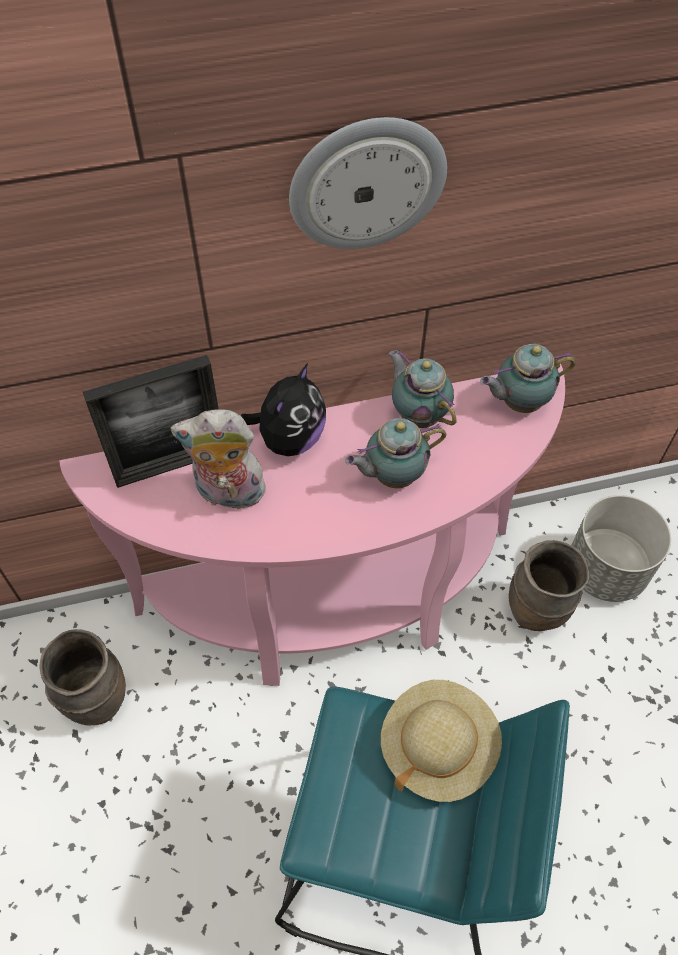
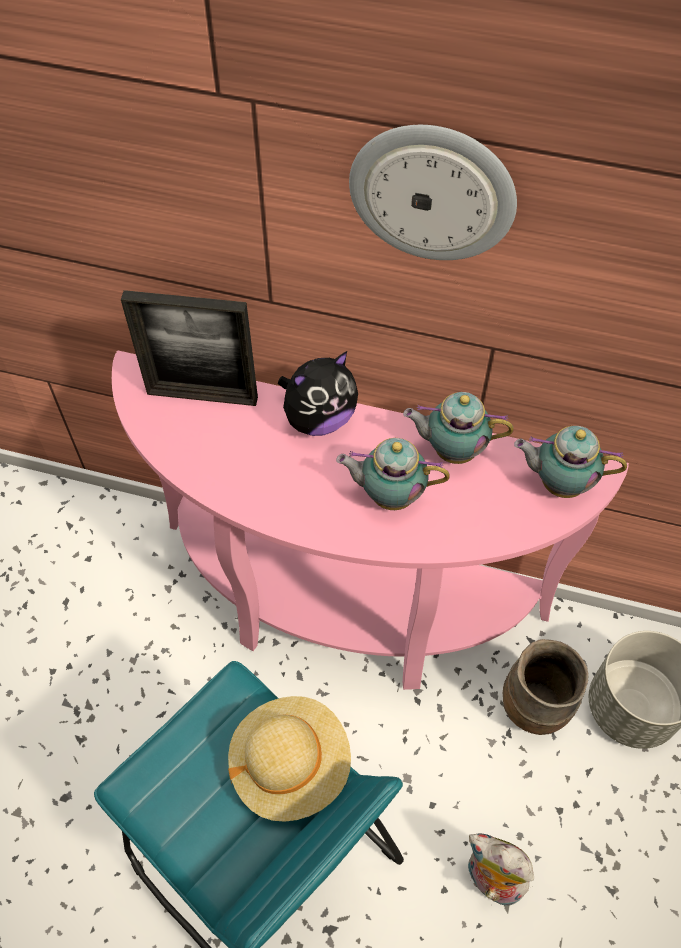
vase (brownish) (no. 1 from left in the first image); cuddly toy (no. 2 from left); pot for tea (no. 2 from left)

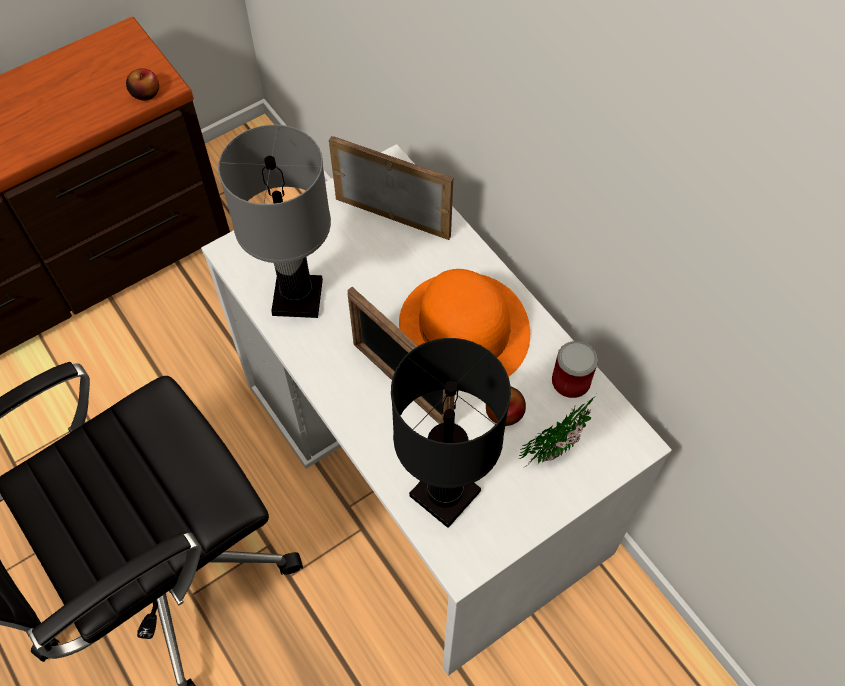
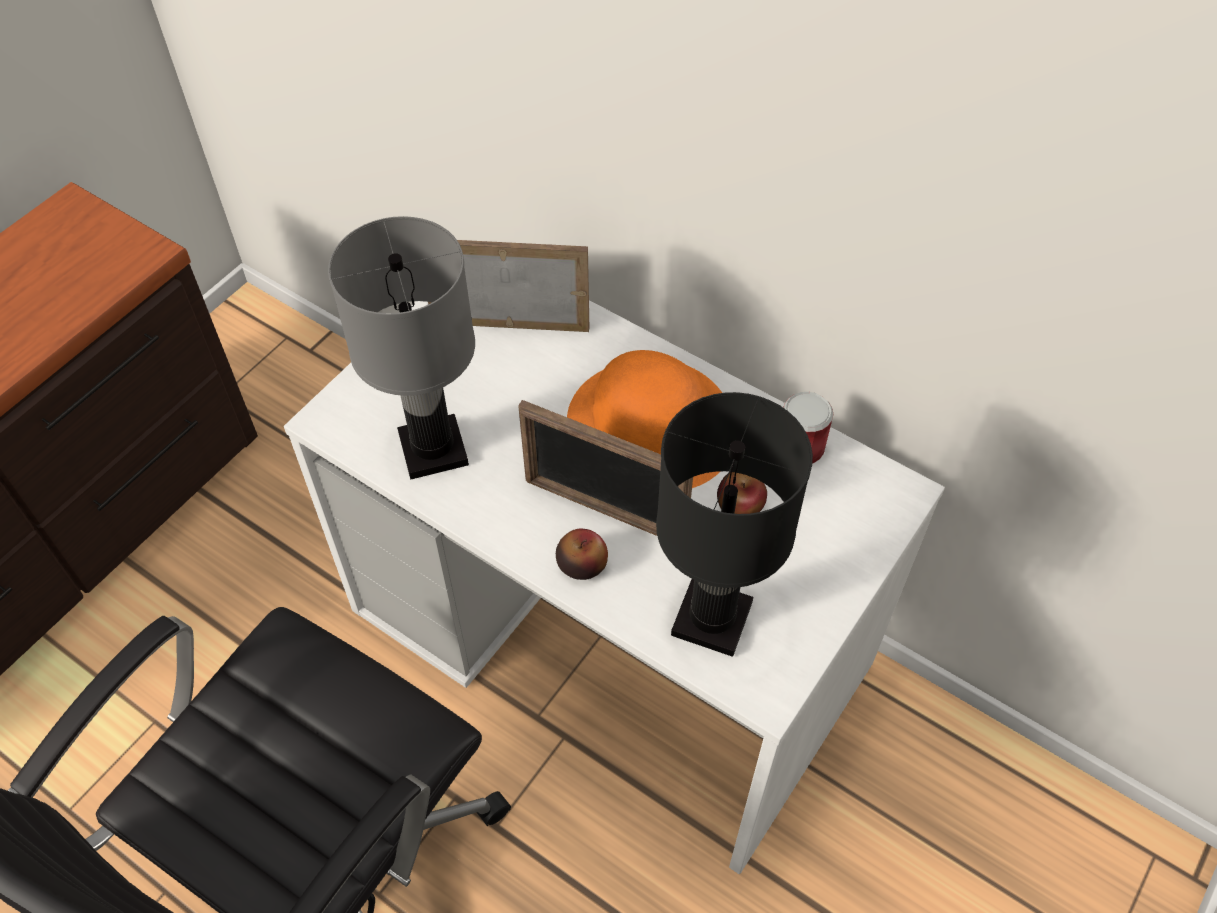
houseplant; whole apple (no. 1 from left)

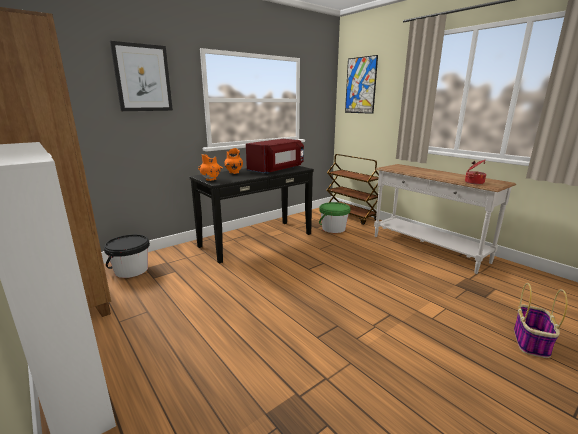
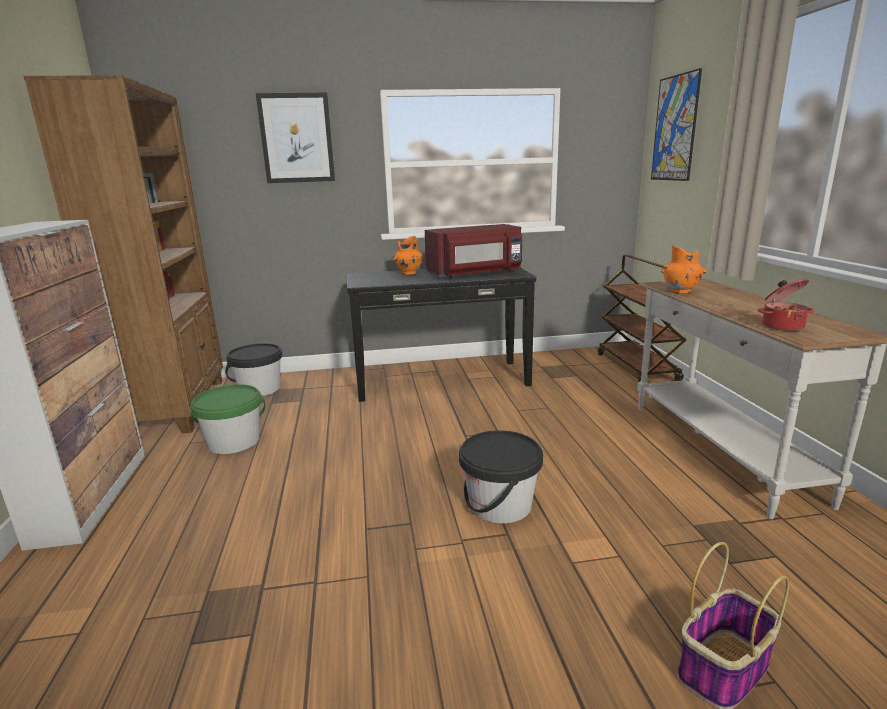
pail (black) (no. 2 from left); vase (orangey) (no. 2 from left); pail (green)

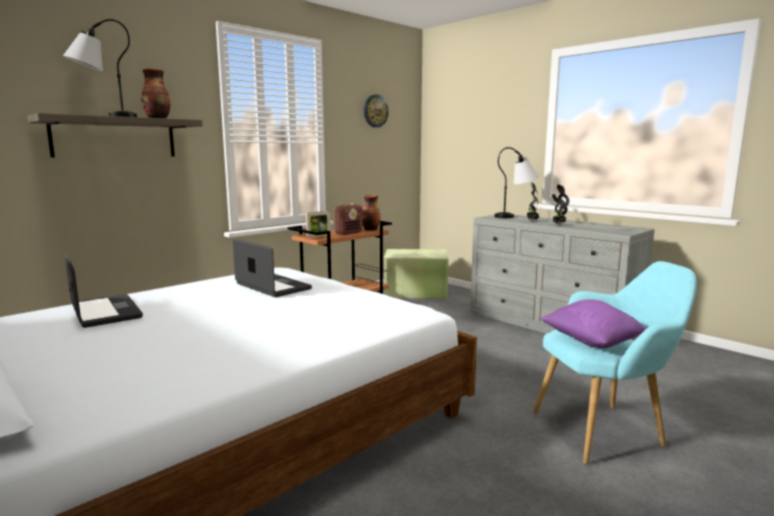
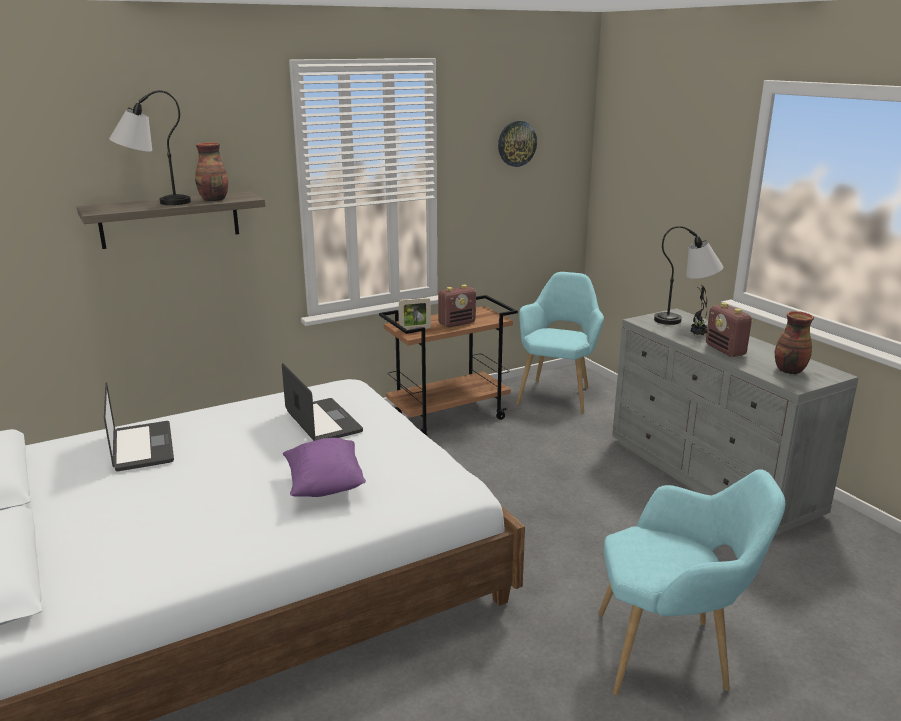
vase (no. 2 from left); throw pillow (purple-coloured); lounge chair (turquoise) (no. 1 from left); radio set (no. 2 from left)

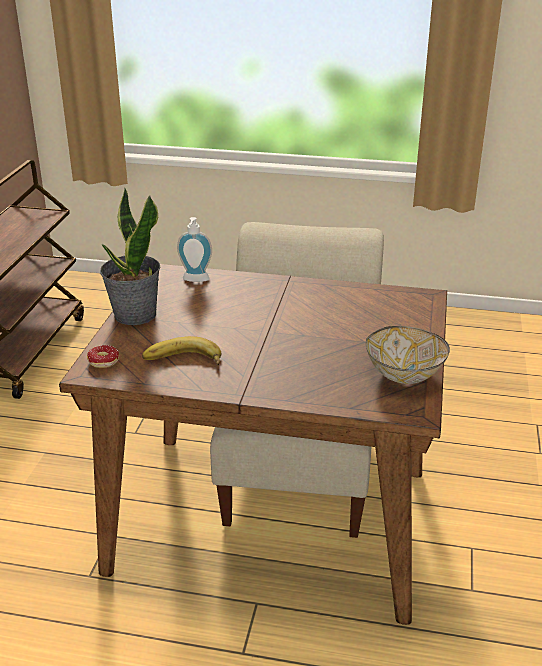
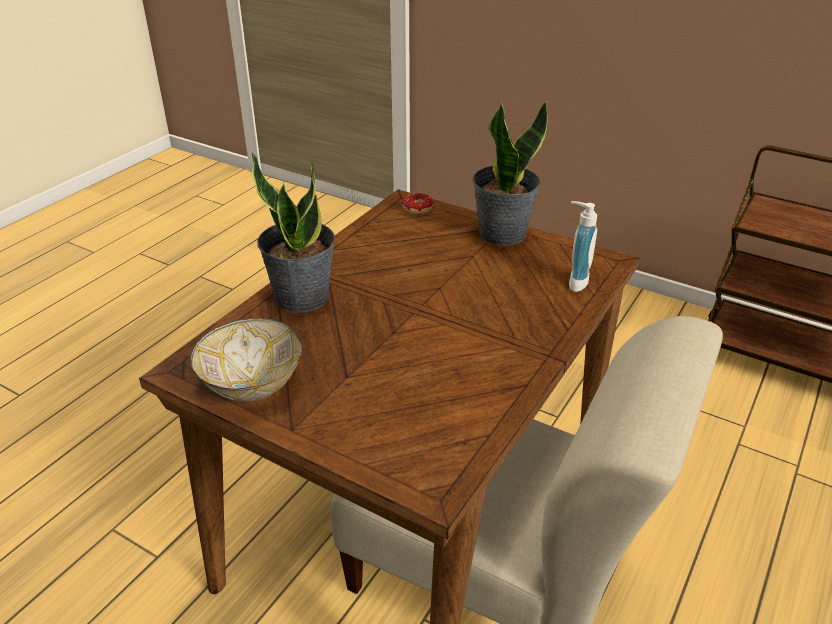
banana fruit; houseplant (no. 1 from left)

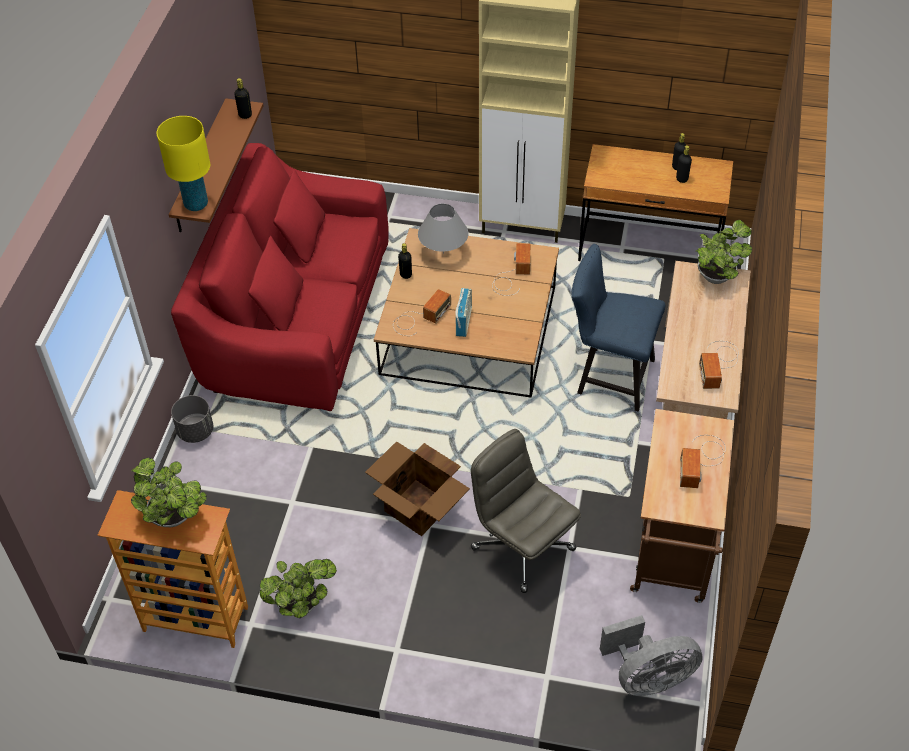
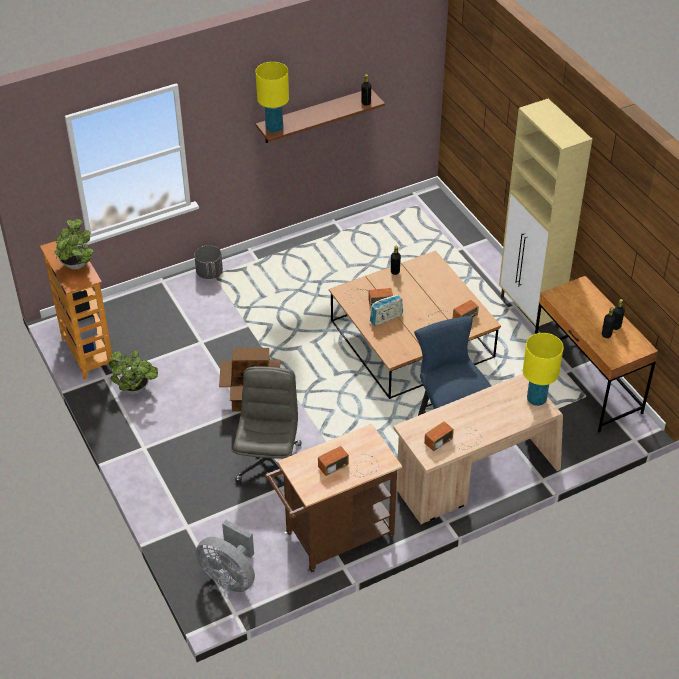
settee (red-coloured); tabletop lamp (grey); tabletop lamp (yellow) (no. 2 from left)

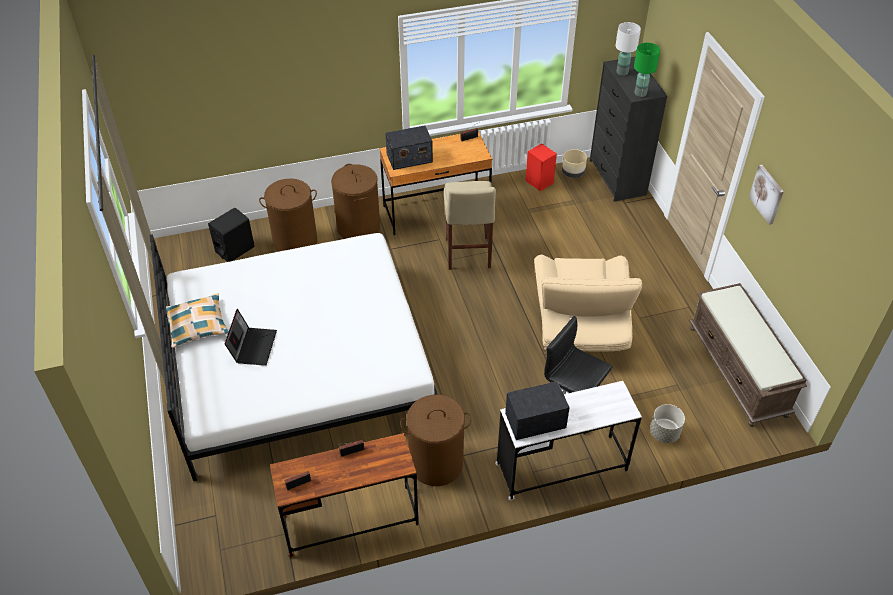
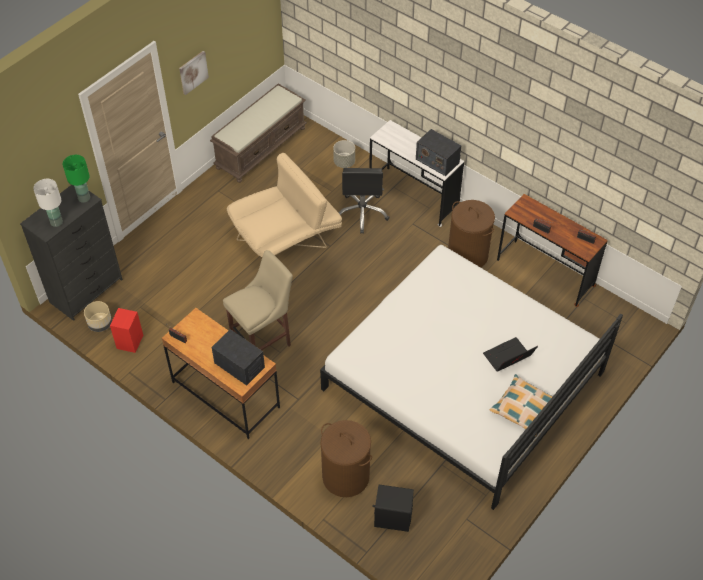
hamper (brownish) (no. 2 from left in the first image)

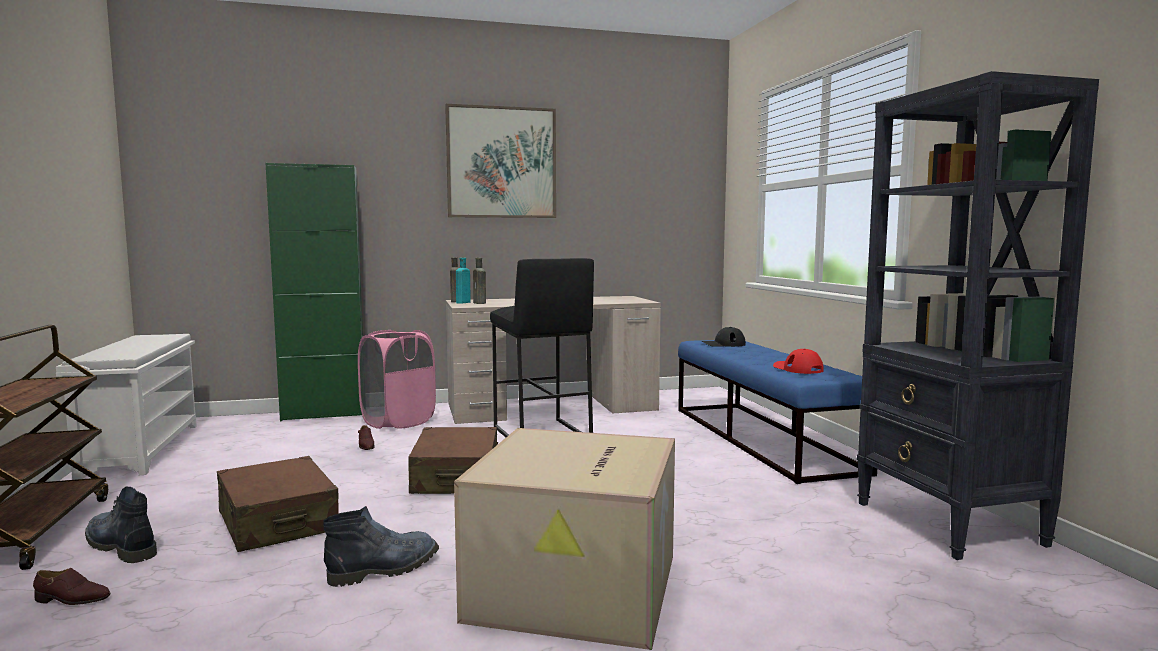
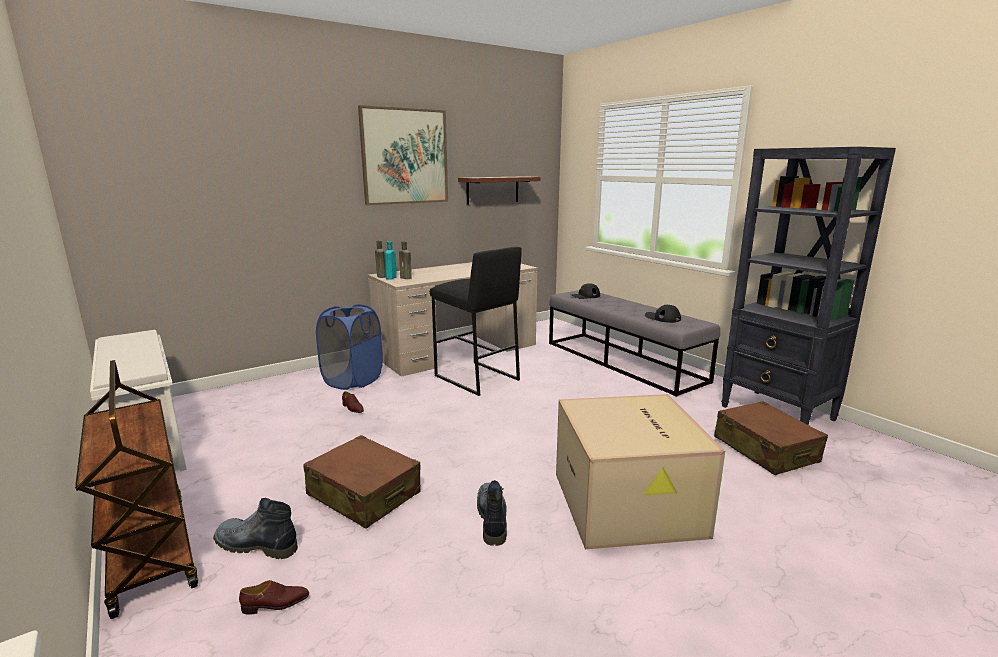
cupboard (green); bracket shelf (brownish); piece of luggage (brownish) (no. 2 from left); hamper (blue); bench (grey); cap (black) (no. 2 from left); boot (no. 2 from left)

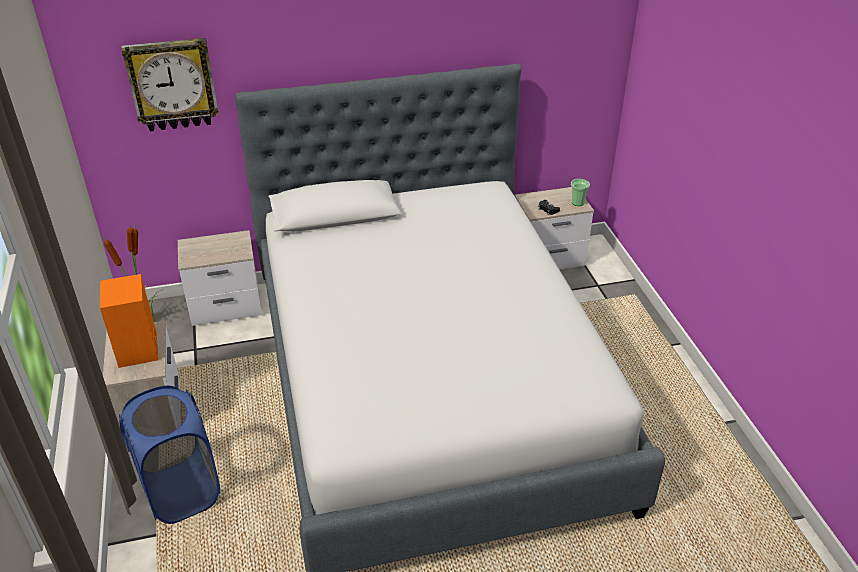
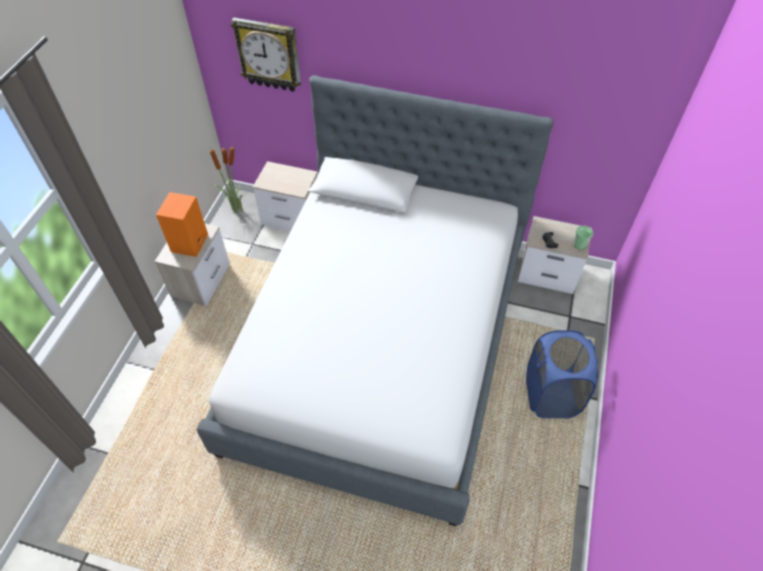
hamper (blue)

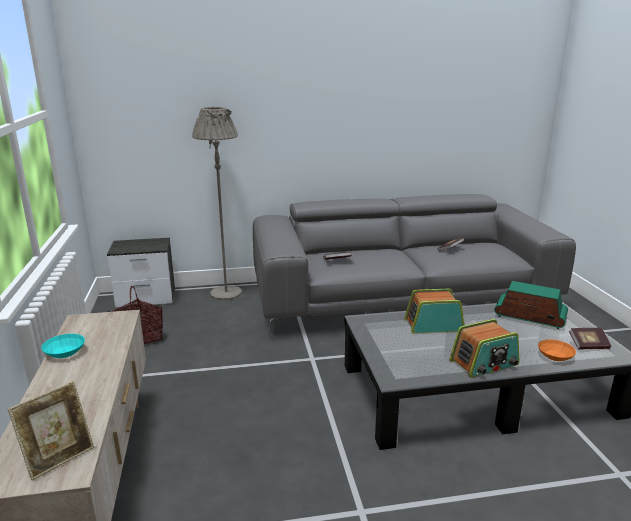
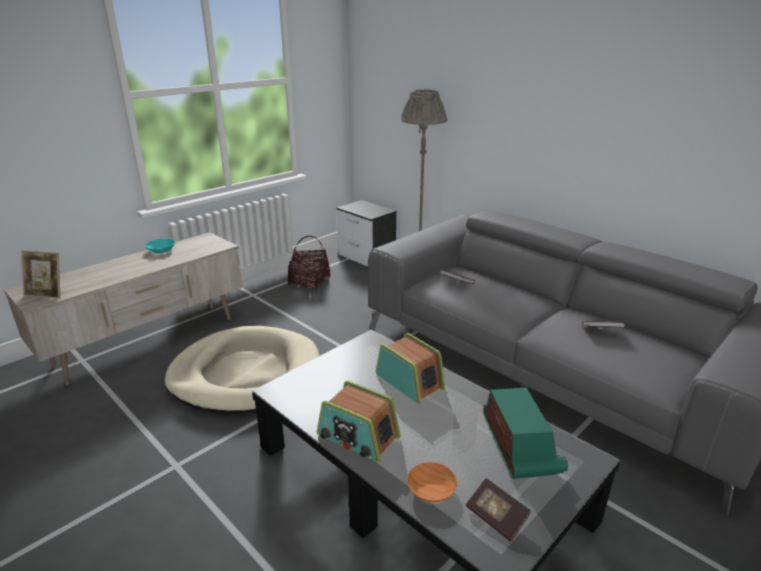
dog bed (beige-coloured)

